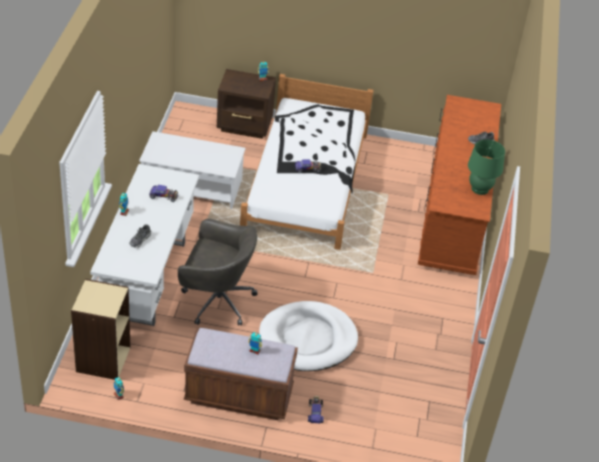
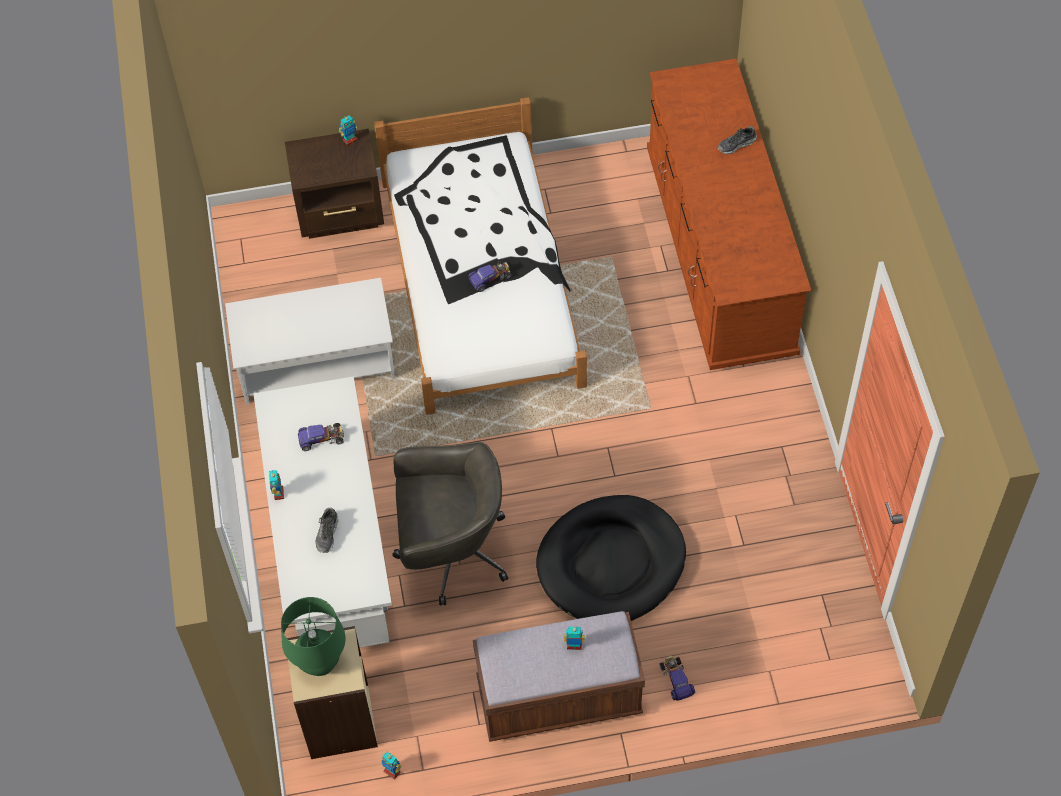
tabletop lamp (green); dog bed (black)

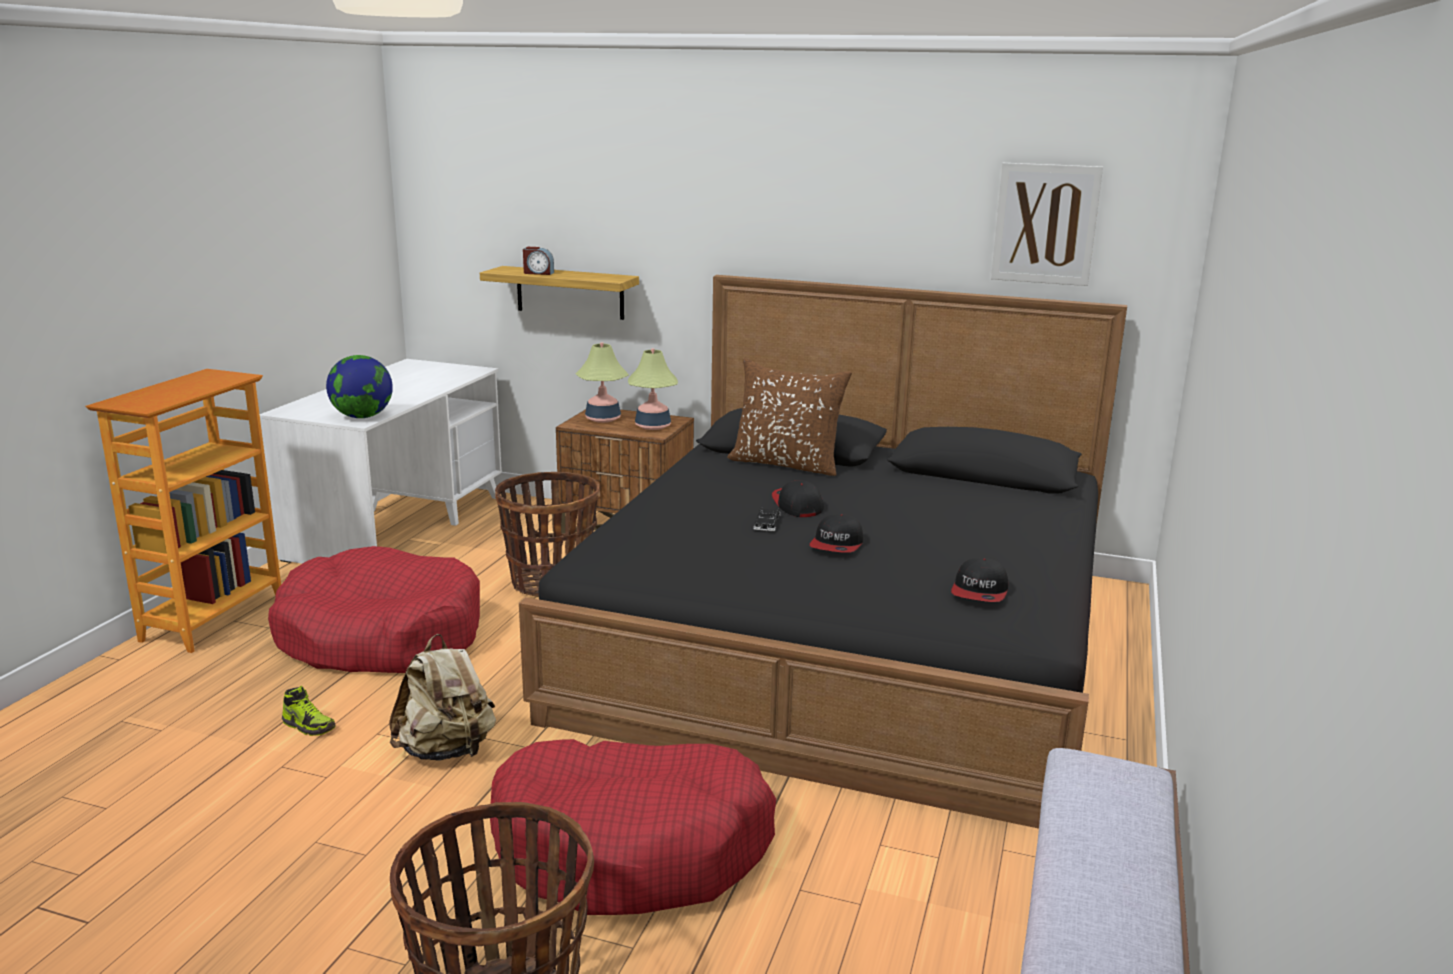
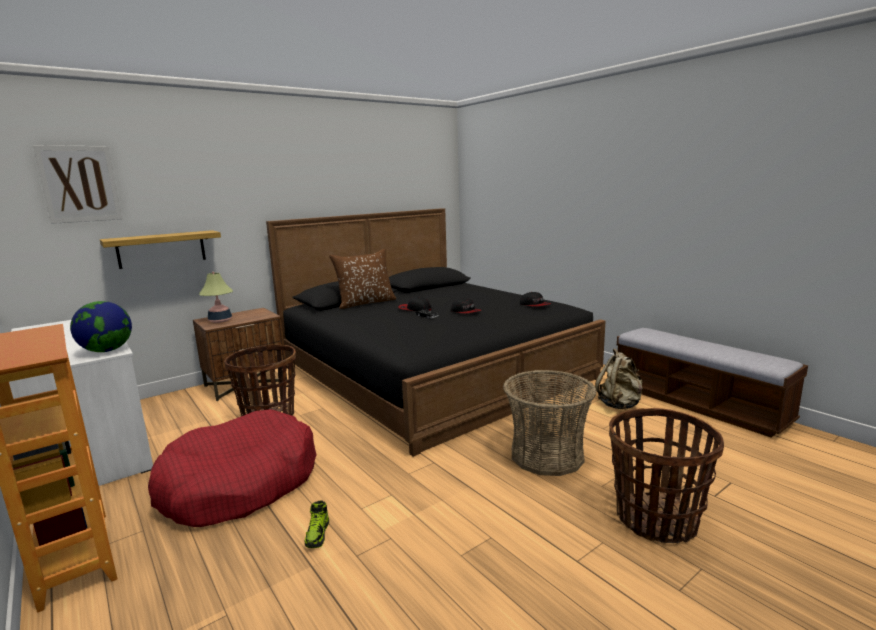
bedside clock; tabletop lamp (no. 2 from left in the first image); backpack (beige-coloured); picture; storage basket (no. 2 from left); shoe

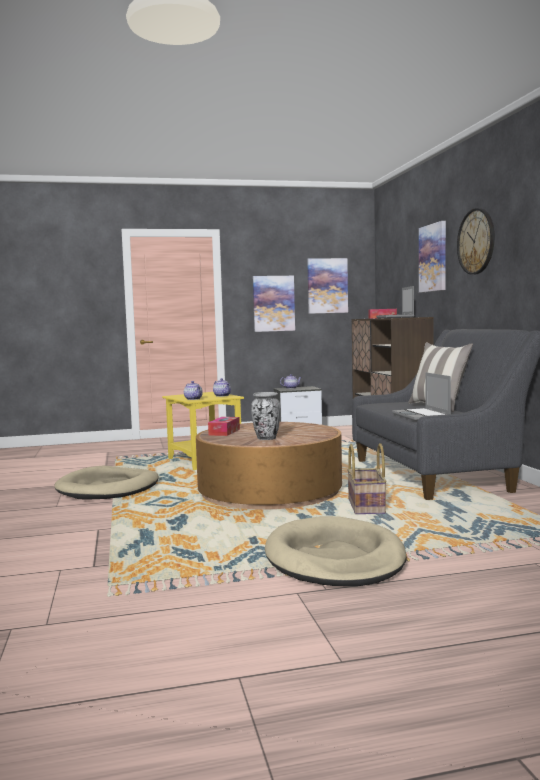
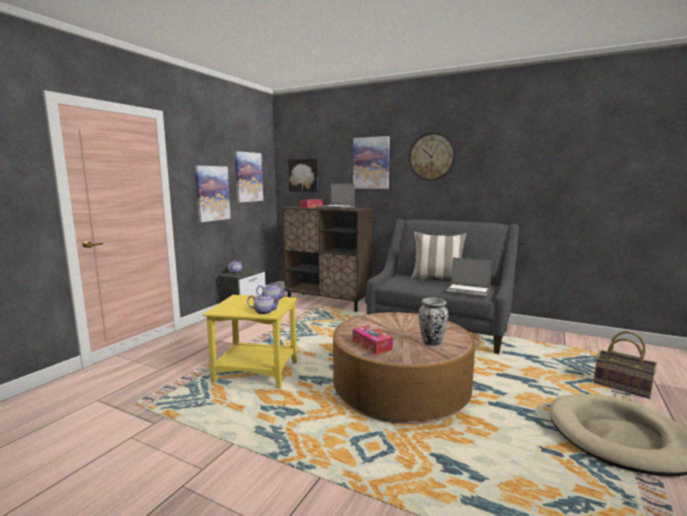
dog bed (beige-coloured) (no. 1 from left in the first image); picture (no. 3 from left); storage basket

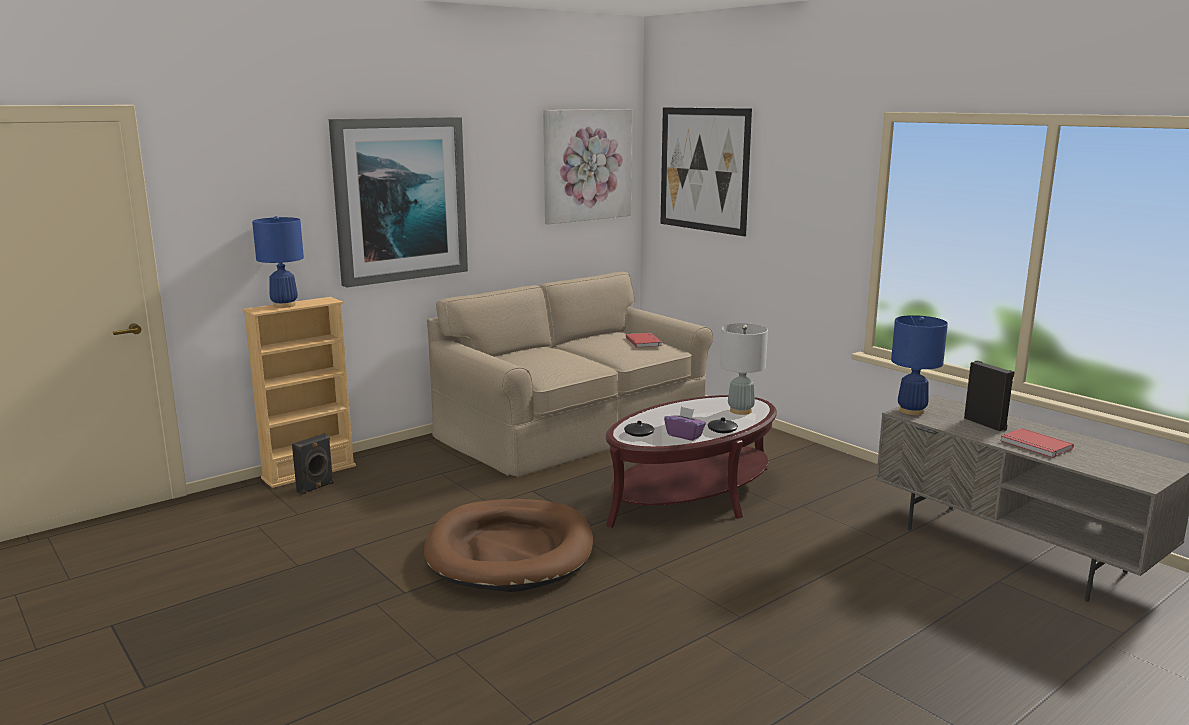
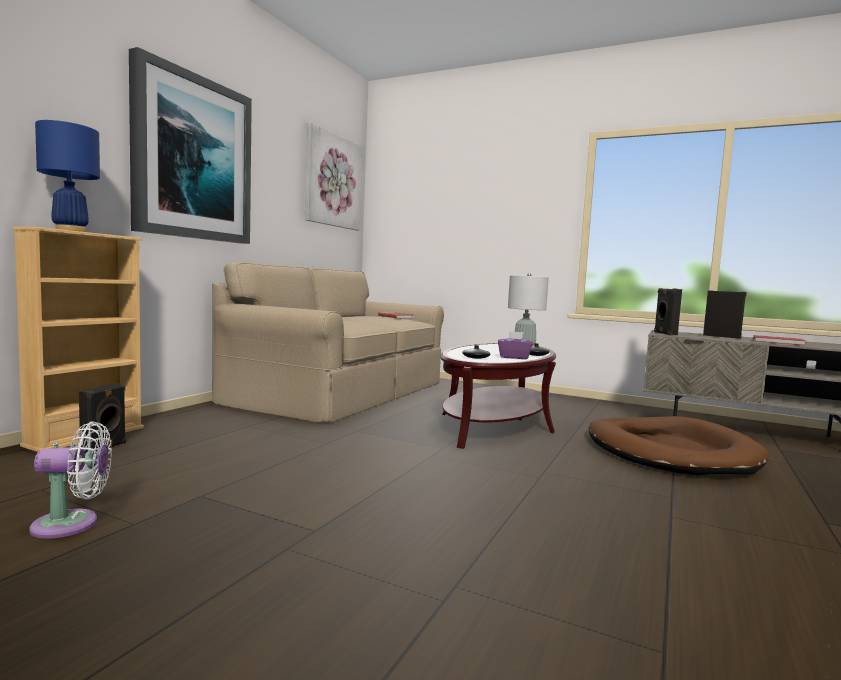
picture (no. 3 from left in the first image); fan (white); dog bed (brownish); audio speaker (black) (no. 2 from left)

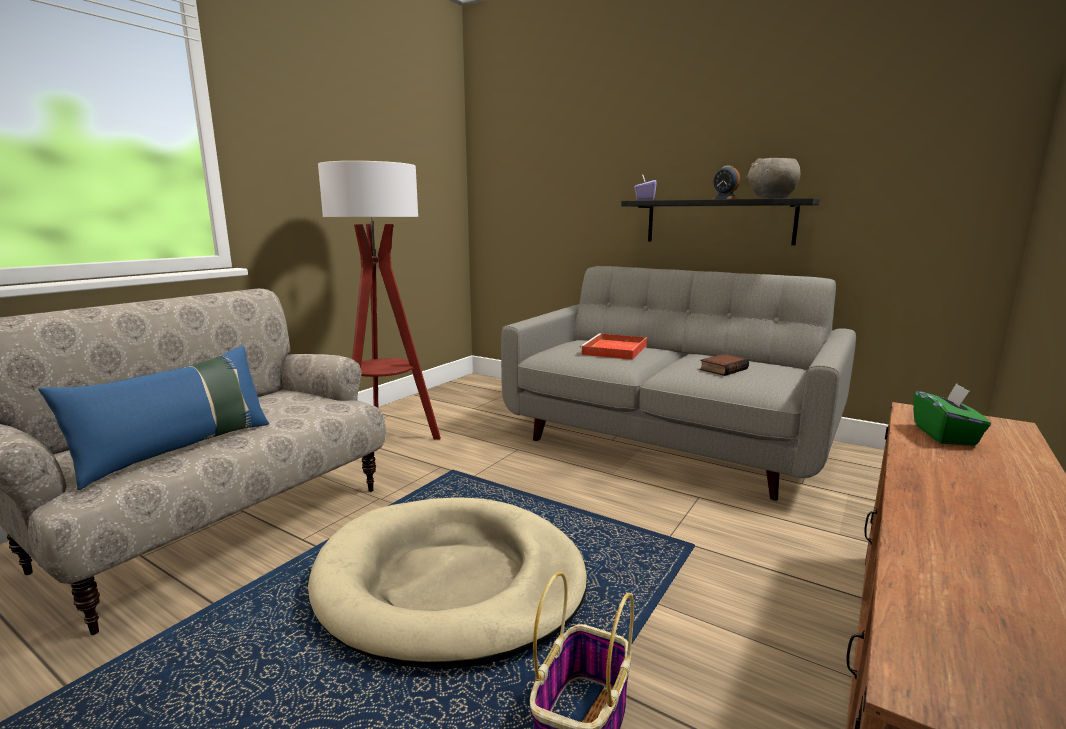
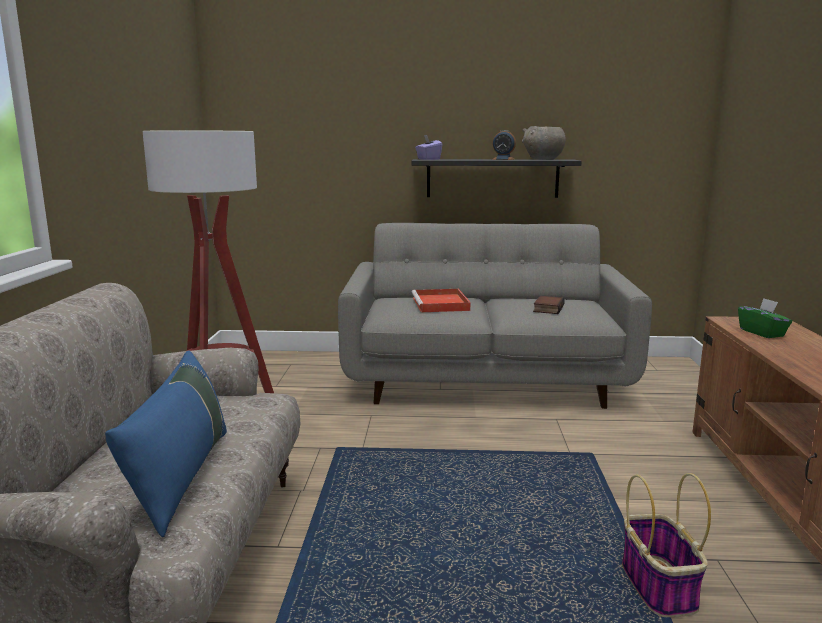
dog bed (beige-coloured)

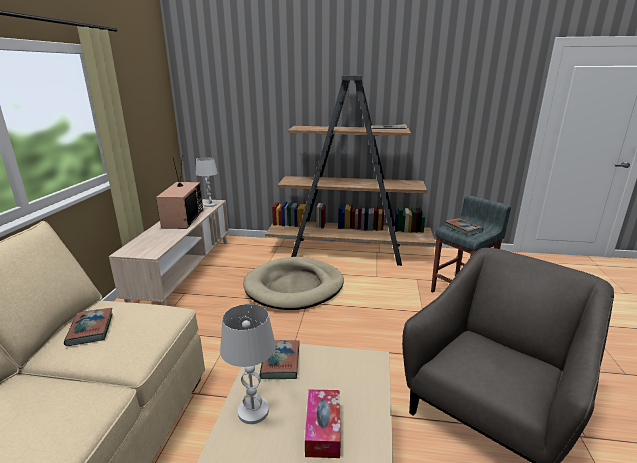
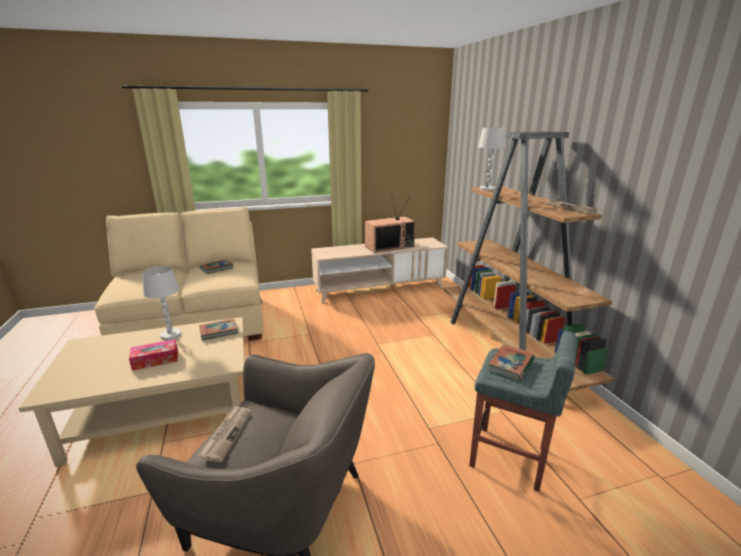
dog bed (beige-coloured); printed paper (no. 1 from left); tabletop lamp (white) (no. 2 from left)

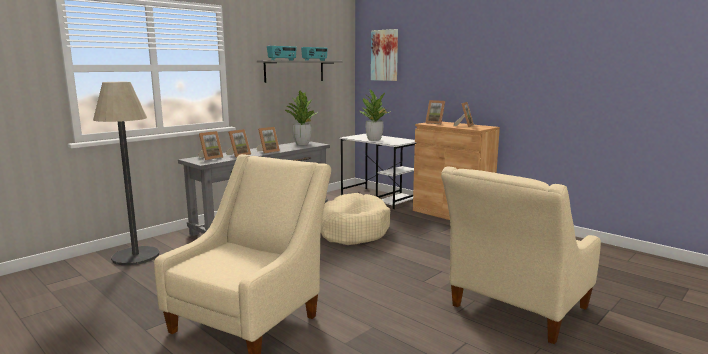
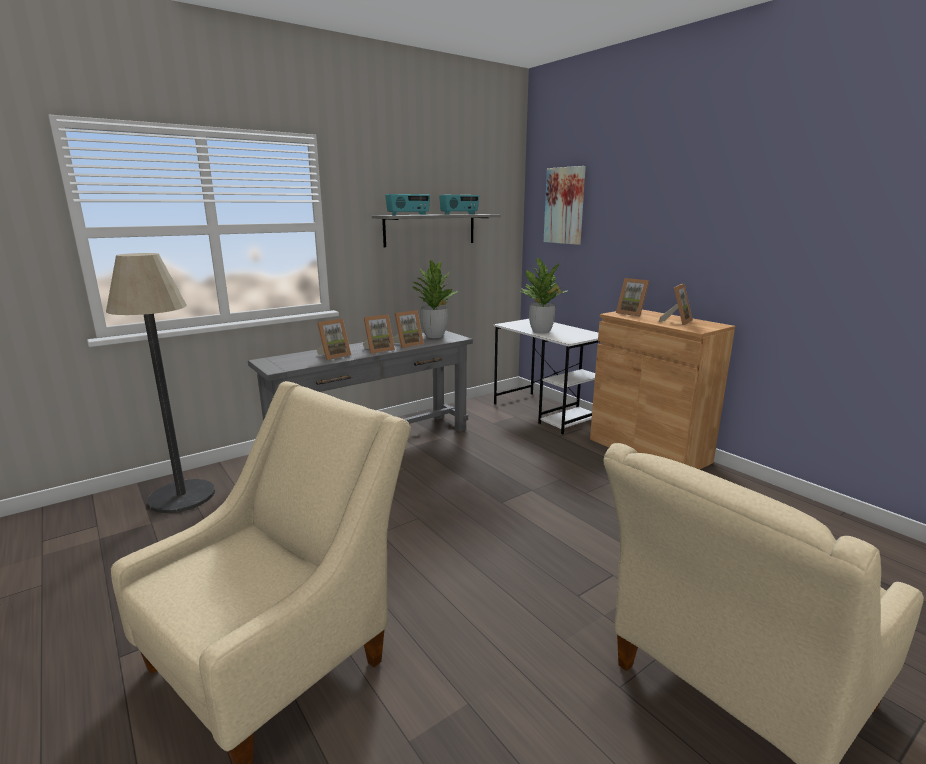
dog bed (beige-coloured); standing frame (no. 3 from left)

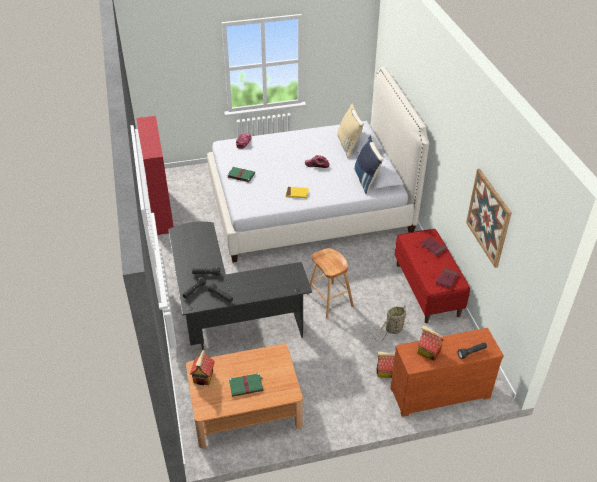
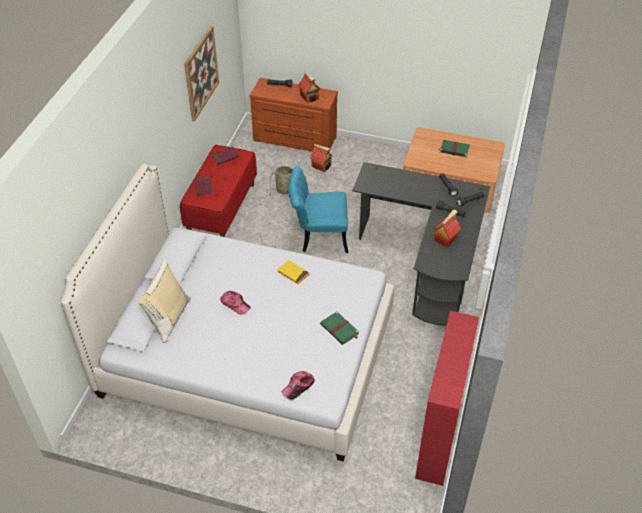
throw pillow (blue); model house (no. 3 from left); plain chair (turquoise)

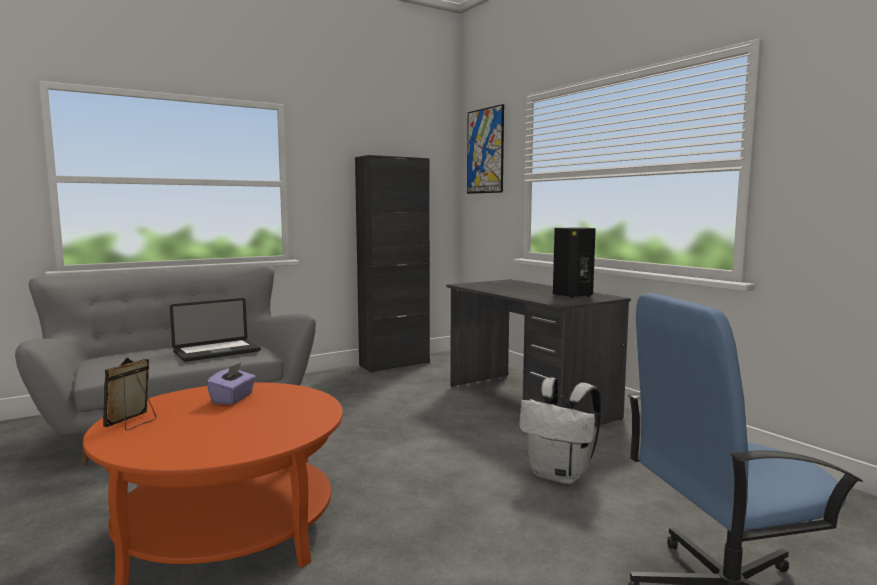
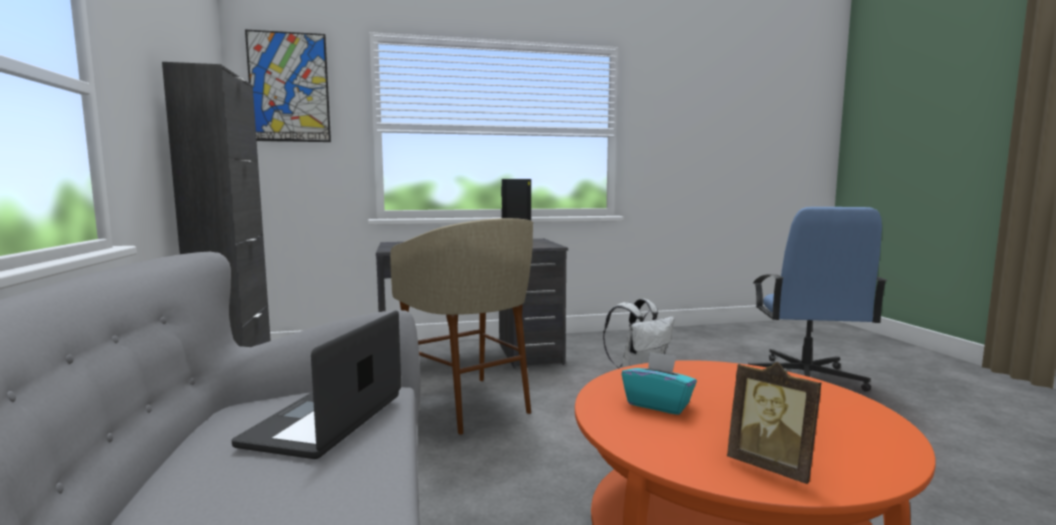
sitting stool (beige-coloured); tissue holder (turquoise); portable computer

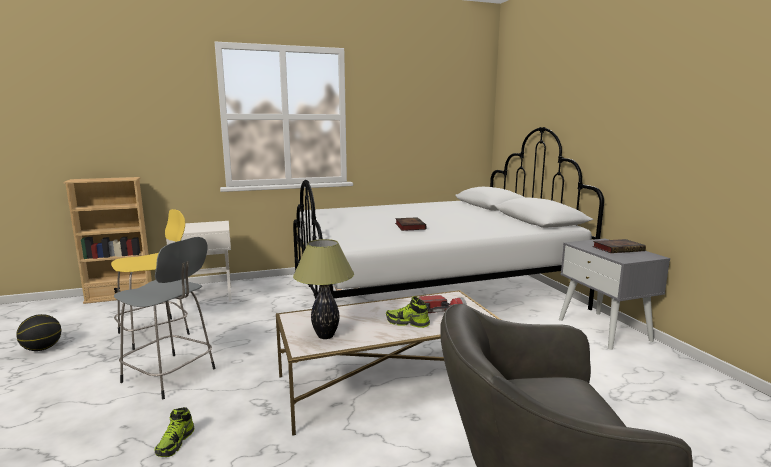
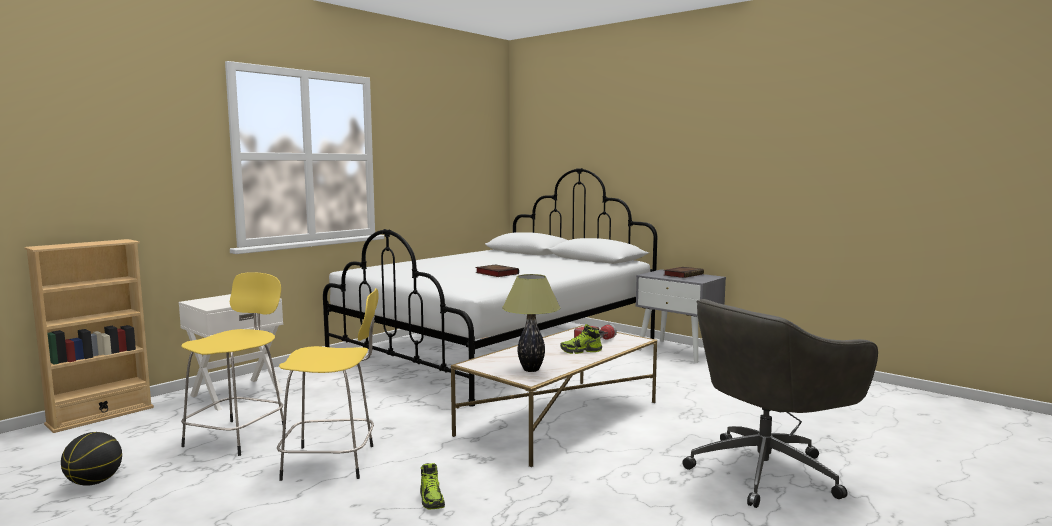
sitting stool (yellow) (no. 2 from left)

